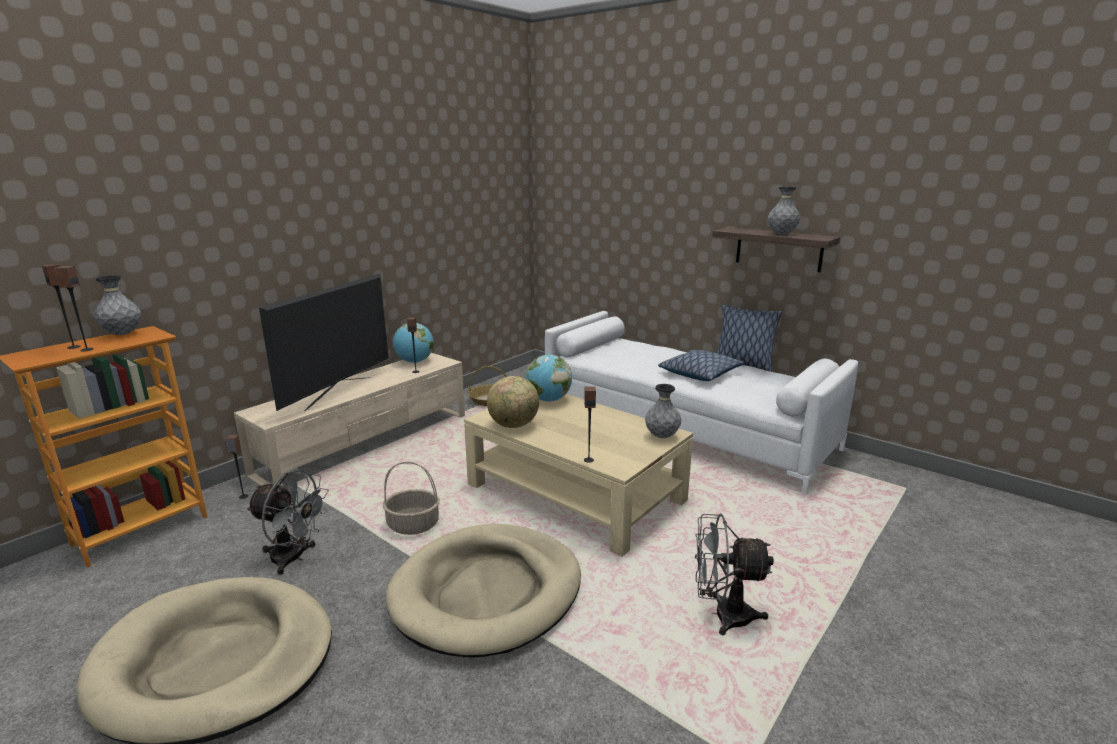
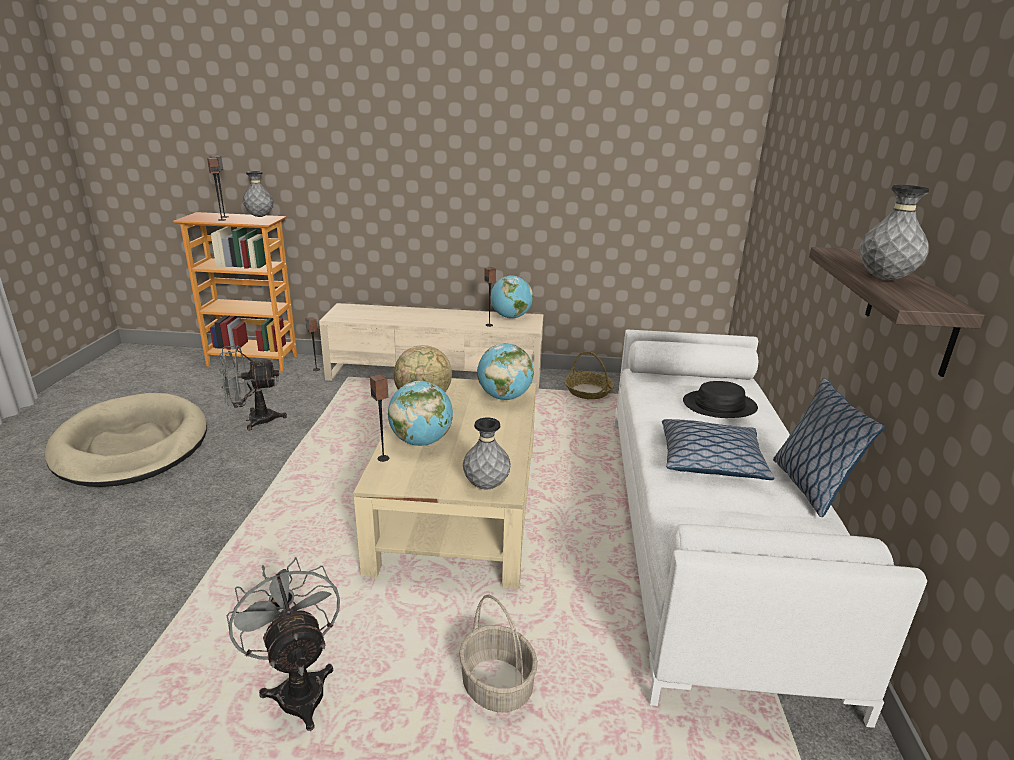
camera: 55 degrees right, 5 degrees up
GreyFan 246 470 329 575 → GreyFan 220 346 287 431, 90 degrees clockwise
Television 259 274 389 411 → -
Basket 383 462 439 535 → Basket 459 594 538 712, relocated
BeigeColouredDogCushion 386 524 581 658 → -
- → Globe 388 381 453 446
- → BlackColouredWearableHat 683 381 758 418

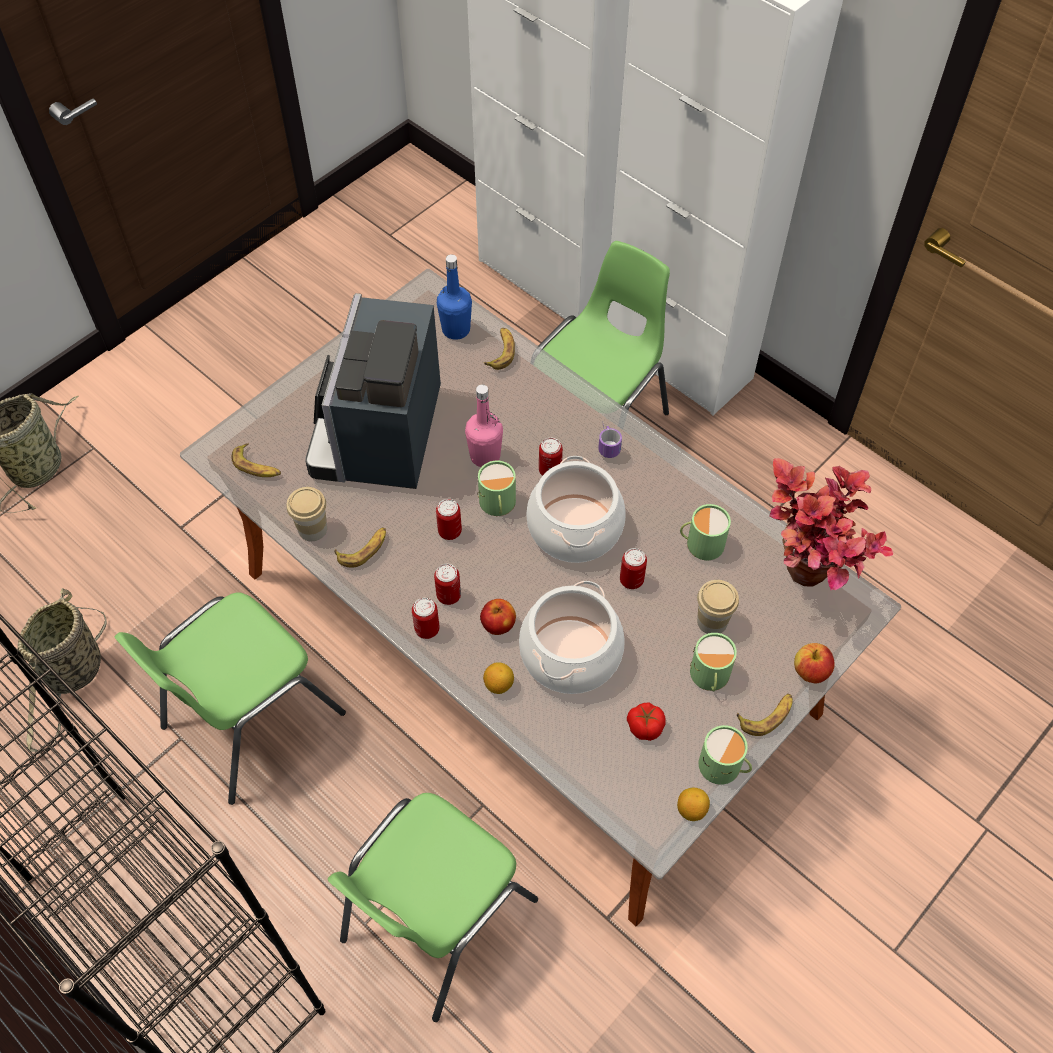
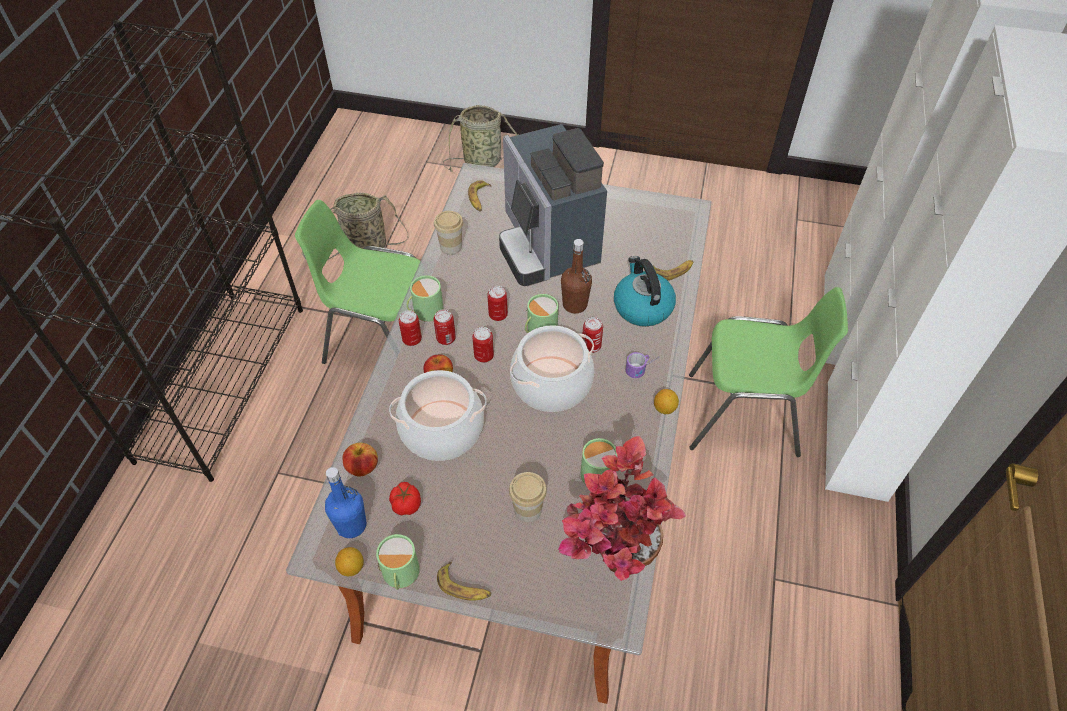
camera: 60 degrees right, 5 degrees down
CoffeeMachine 305 293 441 489 → CoffeeMachine 499 124 607 286, 90 degrees counterclockwise
GreenColouredPlainChair 328 793 538 1022 → -
BananaFruit 335 527 386 568 → -
BlueColouredDrinkBottle 437 254 472 340 → BlueColouredDrinkBottle 325 467 366 538, relocated
PinkColouredDrinkBottle 465 384 503 467 → BrownishDrinkBottle 561 239 592 313
Lemon 483 662 514 694 → Lemon 654 389 679 414, relocated
MetalCan 620 548 647 589 → MetalCan 472 327 494 362, relocated
GreenColouredCoffeeMug 690 633 737 691 → GreenColouredCoffeeMug 406 275 444 322, relocated
AppleFruit 794 643 835 683 → AppleFruit 342 443 378 477, relocated
- → TeaKettle 614 256 676 326

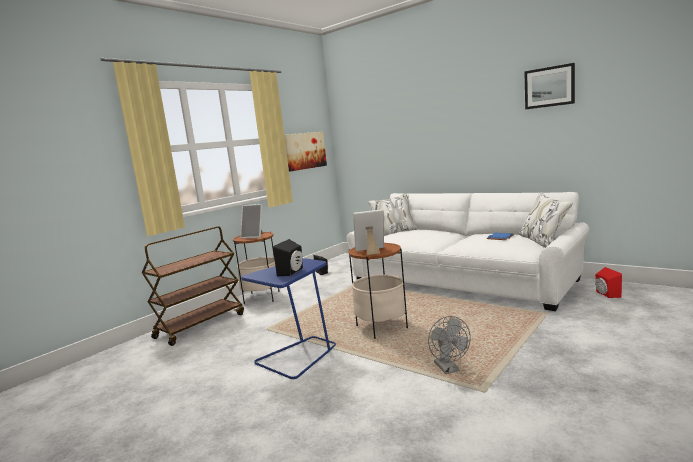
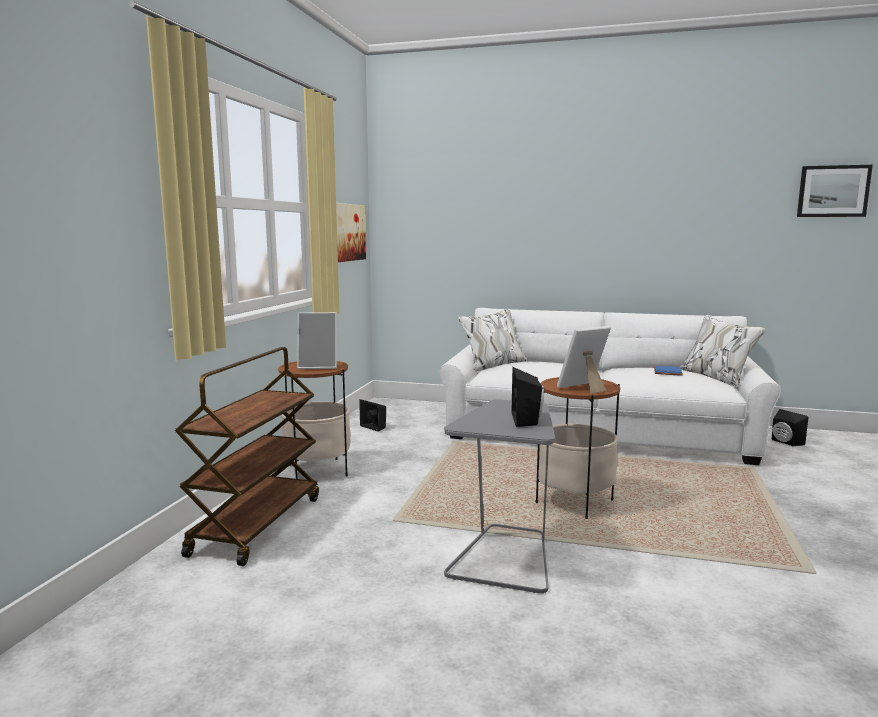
camera: 25 degrees left, 0 degrees up
BlueColouredEndTable 241 258 336 379 → GreyEndTable 444 399 555 593
GreyFan 428 316 471 374 → -
Picture 524 63 575 109 → Picture 797 165 873 217, relocated
ReddishAudioSpeaker 595 267 622 298 → BlackColouredAudioSpeaker 772 409 808 446

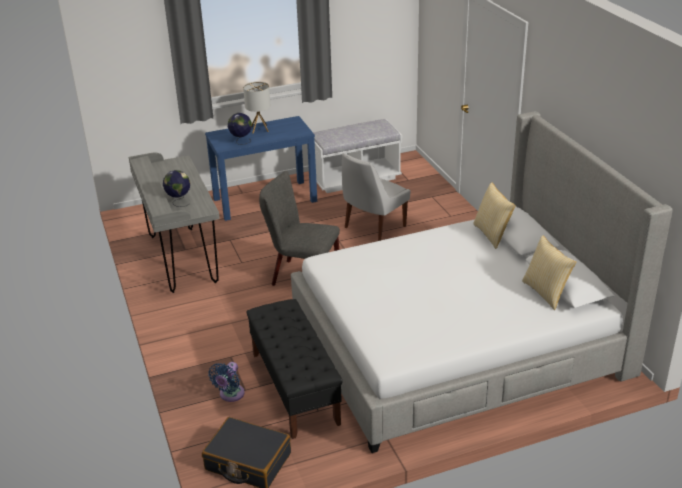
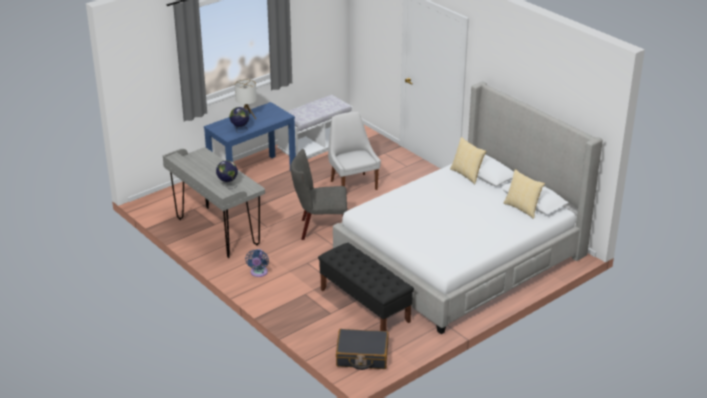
camera: 20 degrees left, 0 degrees up
BlueColouredFan 208 362 245 402 → BlueColouredFan 245 249 269 277, relocated
WhitishPlainChair 342 153 411 241 → WhitishPlainChair 328 112 381 190, 135 degrees clockwise

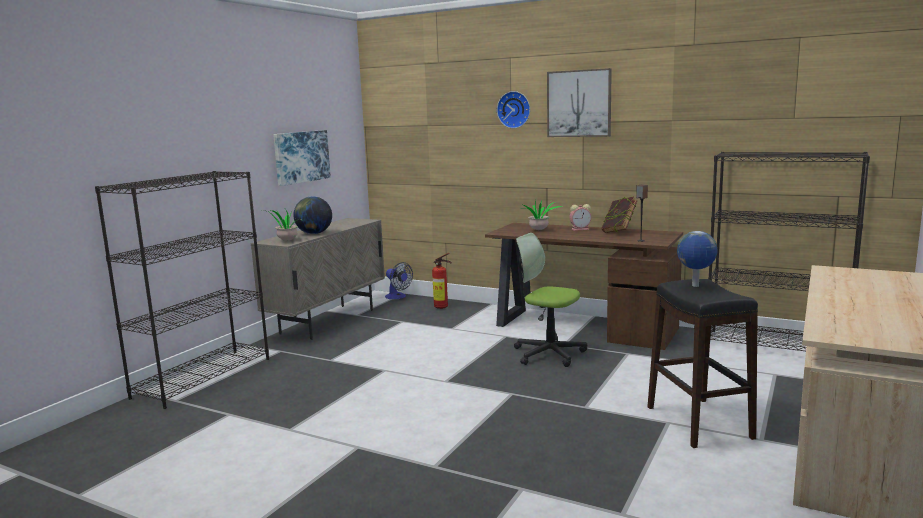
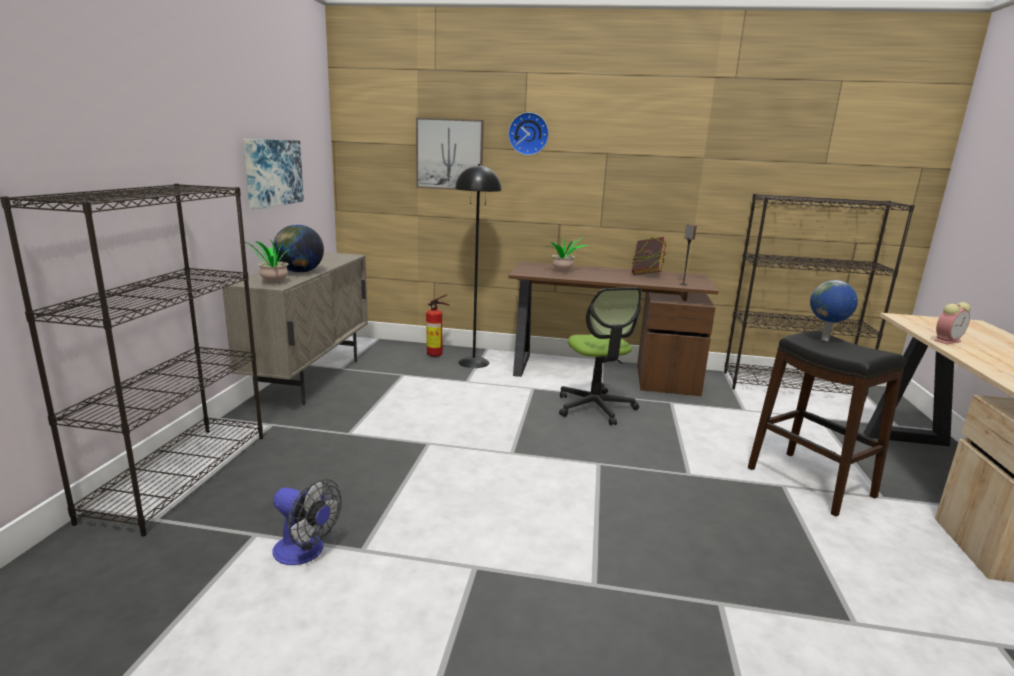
camera: 20 degrees left, 5 degrees up
Fan 385 262 413 299 → Fan 272 479 342 565, relocated
DeskChair 514 233 587 367 → DeskChair 559 287 642 426, 120 degrees counterclockwise
Picture 547 68 612 137 → Picture 416 117 484 190, relocated
BedsideClock 569 204 591 231 → BedsideClock 934 302 971 345, relocated
- → BlackColouredFloorLamp 455 164 502 368

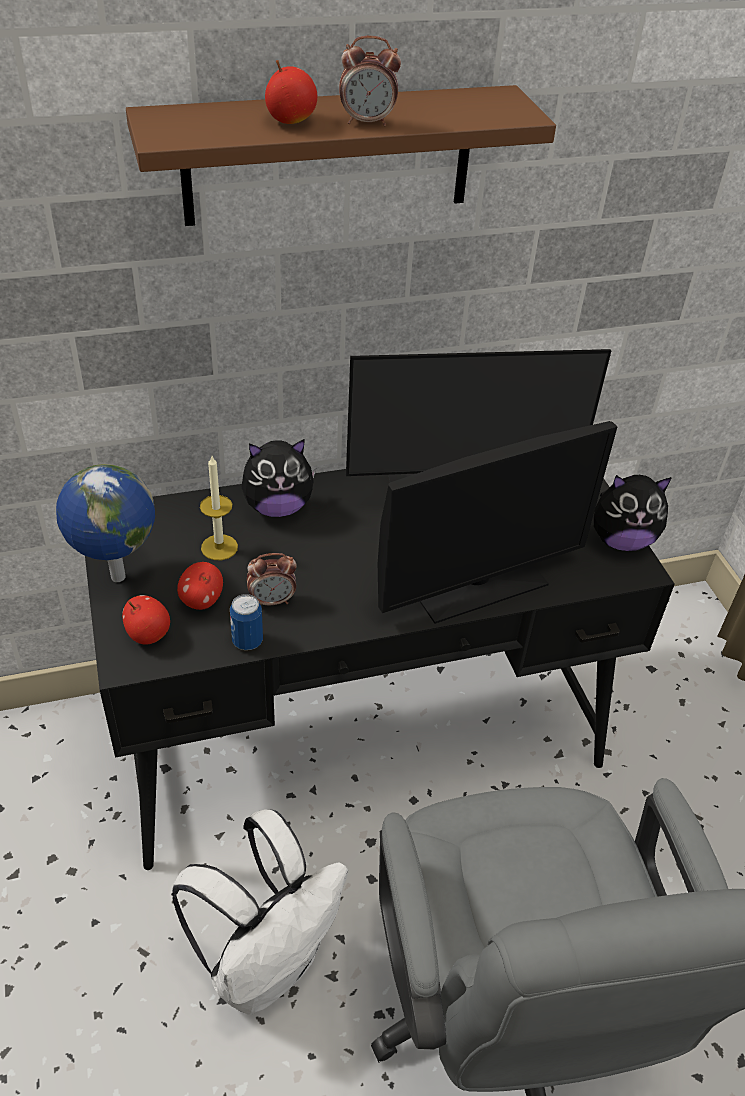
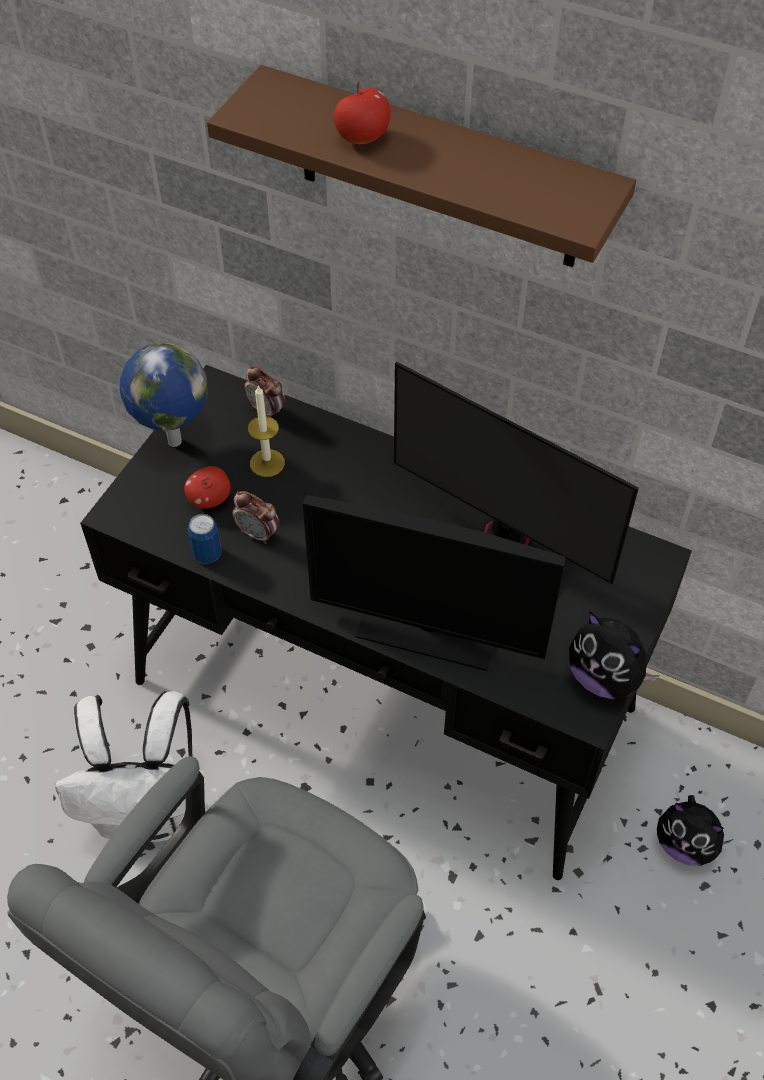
camera: 45 degrees right, 10 degrees up
AppleFruit 122 595 170 645 → -
CuddlyToy 242 439 316 517 → CuddlyToy 657 795 733 866, relocated
BedsideClock 339 36 401 126 → BedsideClock 244 365 286 417, relocated

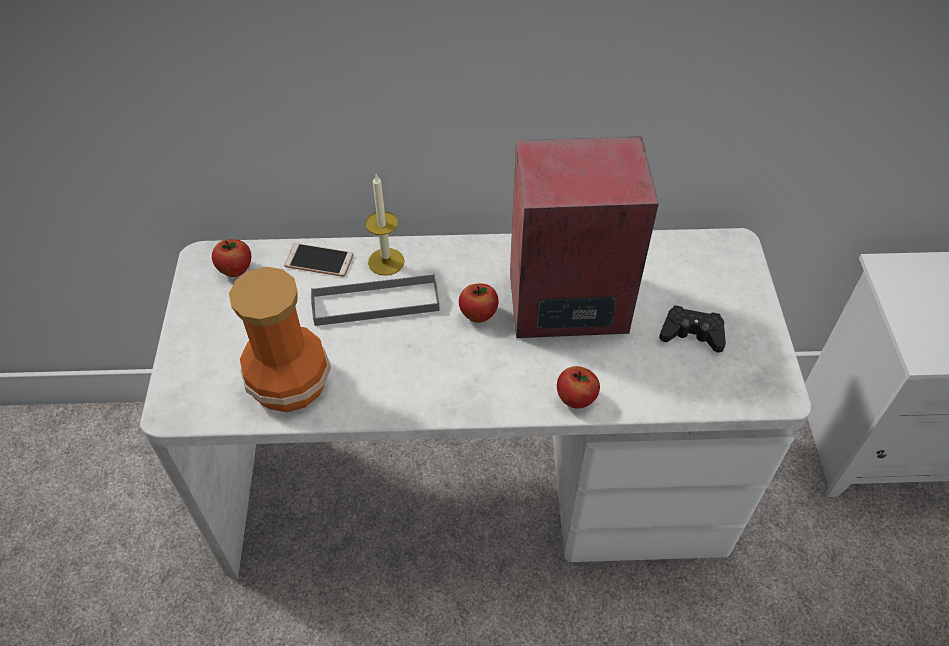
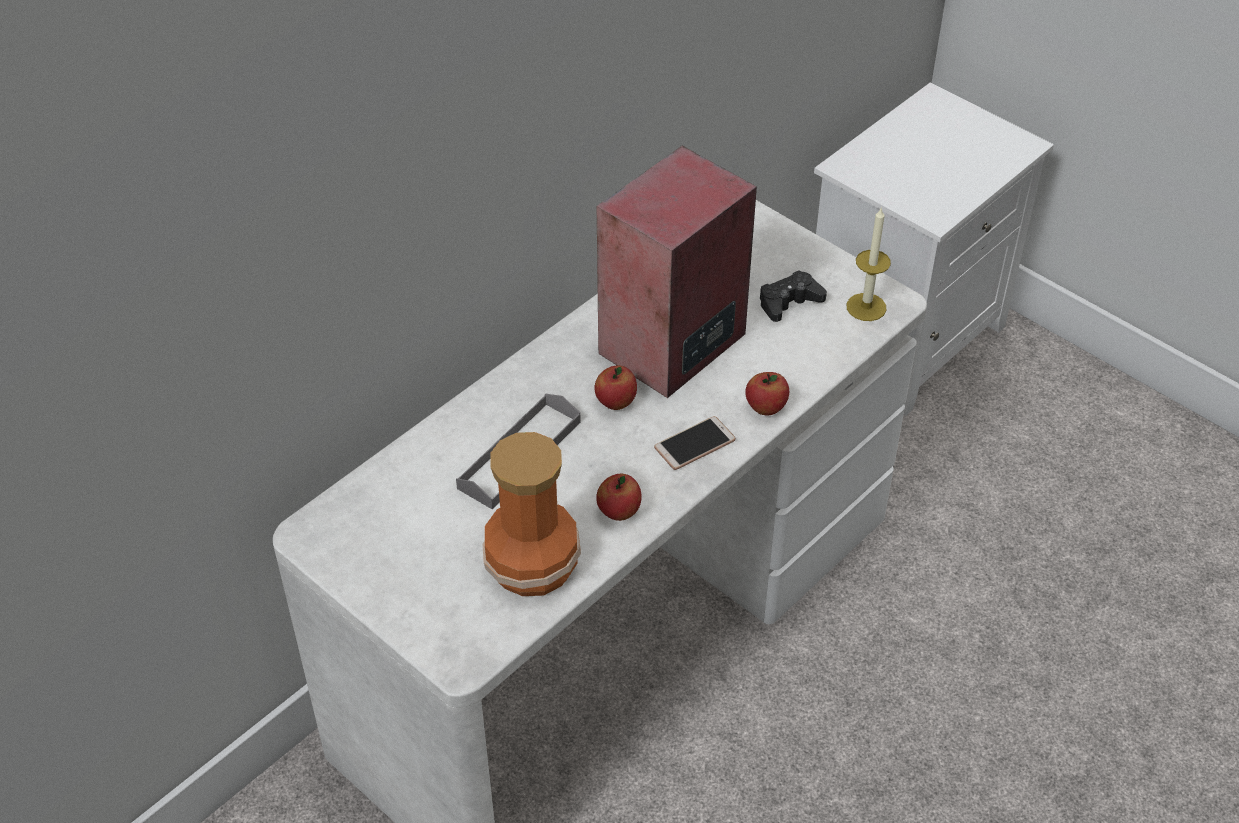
camera: 45 degrees left, 5 degrees down
AppleFruit 212 239 251 277 → AppleFruit 596 474 642 521, relocated
Phone 284 243 354 277 → Phone 654 416 736 470, relocated
WaxCandle 365 175 404 276 → WaxCandle 847 207 891 321, relocated

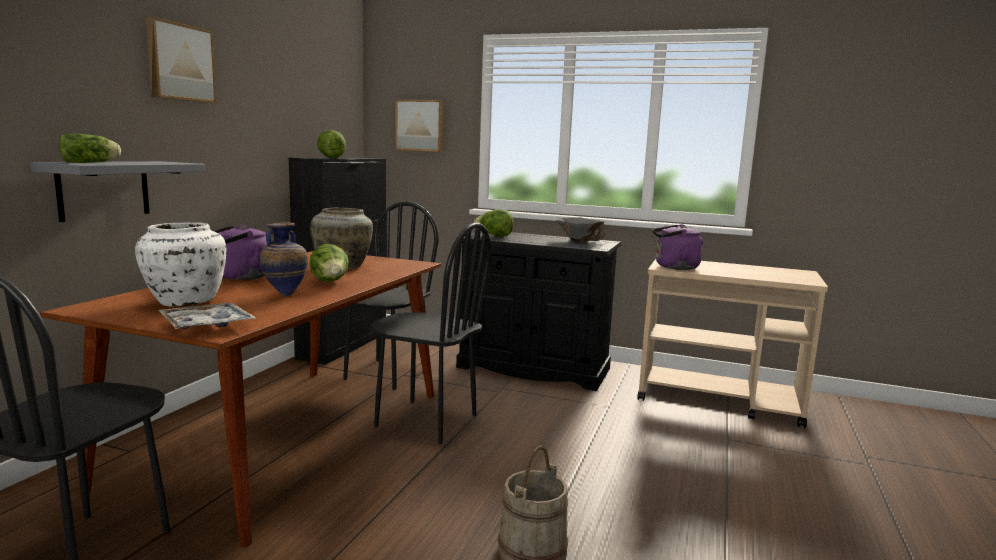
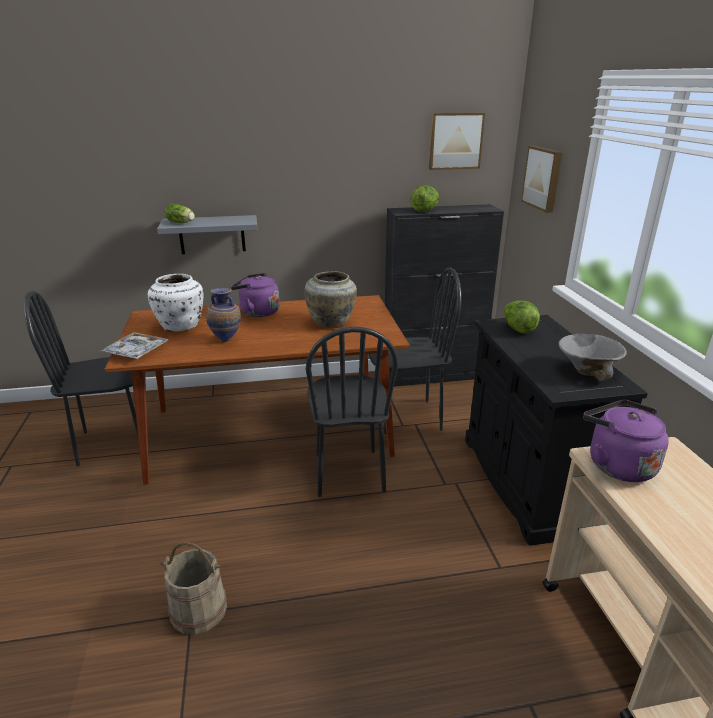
camera: 60 degrees right, 15 degrees up
Picture 146 16 217 103 → Picture 429 112 485 170, relocated
Lettuce 309 244 349 282 → -

